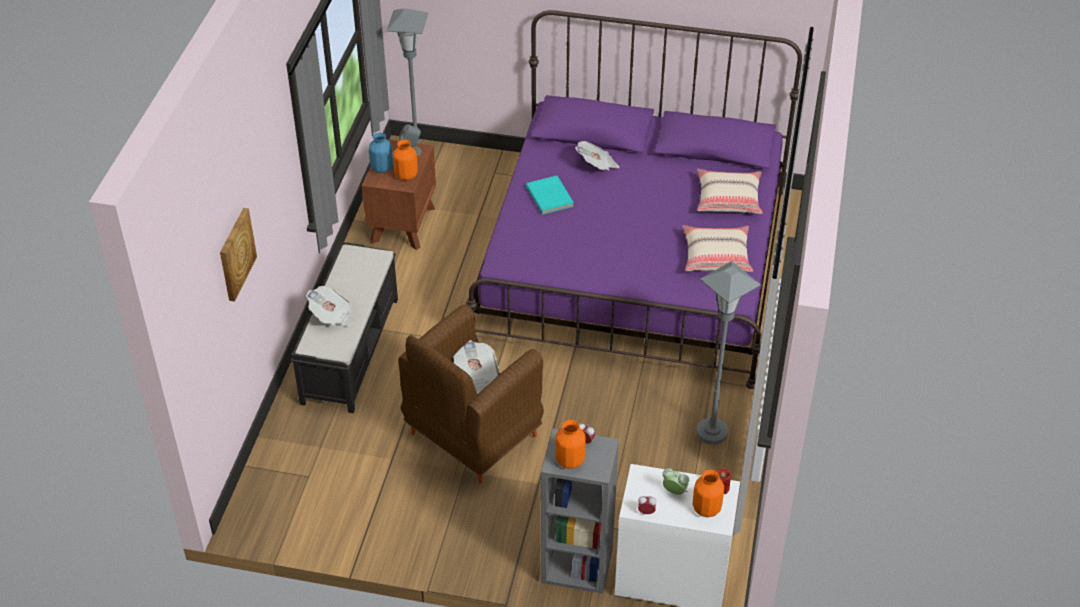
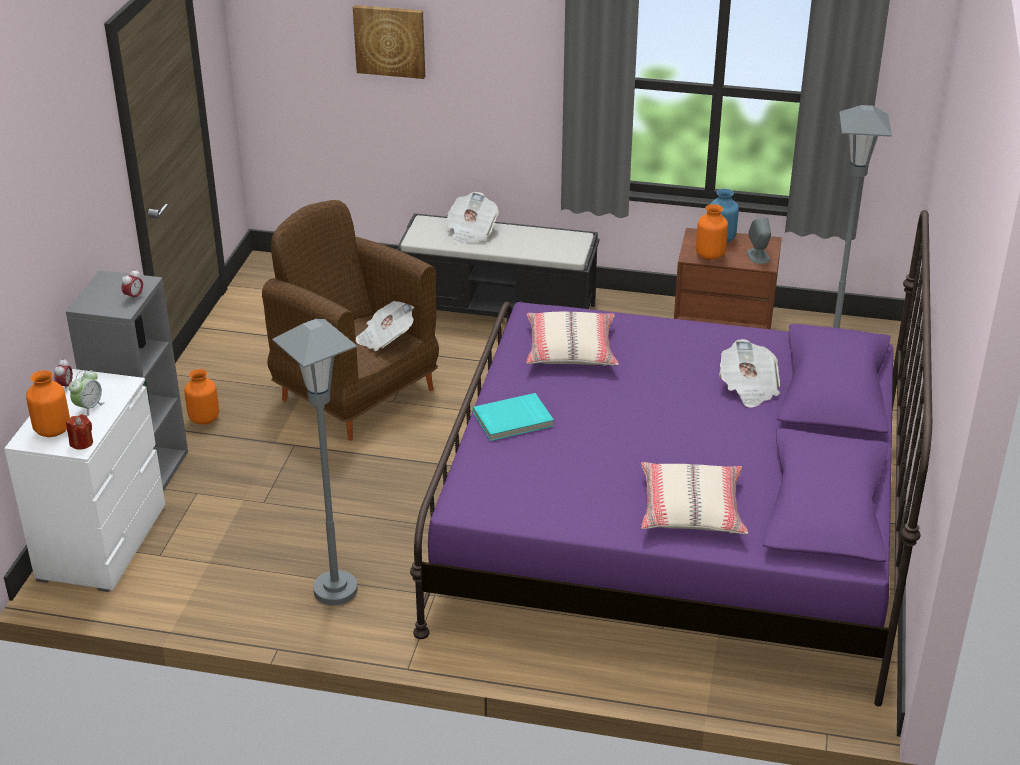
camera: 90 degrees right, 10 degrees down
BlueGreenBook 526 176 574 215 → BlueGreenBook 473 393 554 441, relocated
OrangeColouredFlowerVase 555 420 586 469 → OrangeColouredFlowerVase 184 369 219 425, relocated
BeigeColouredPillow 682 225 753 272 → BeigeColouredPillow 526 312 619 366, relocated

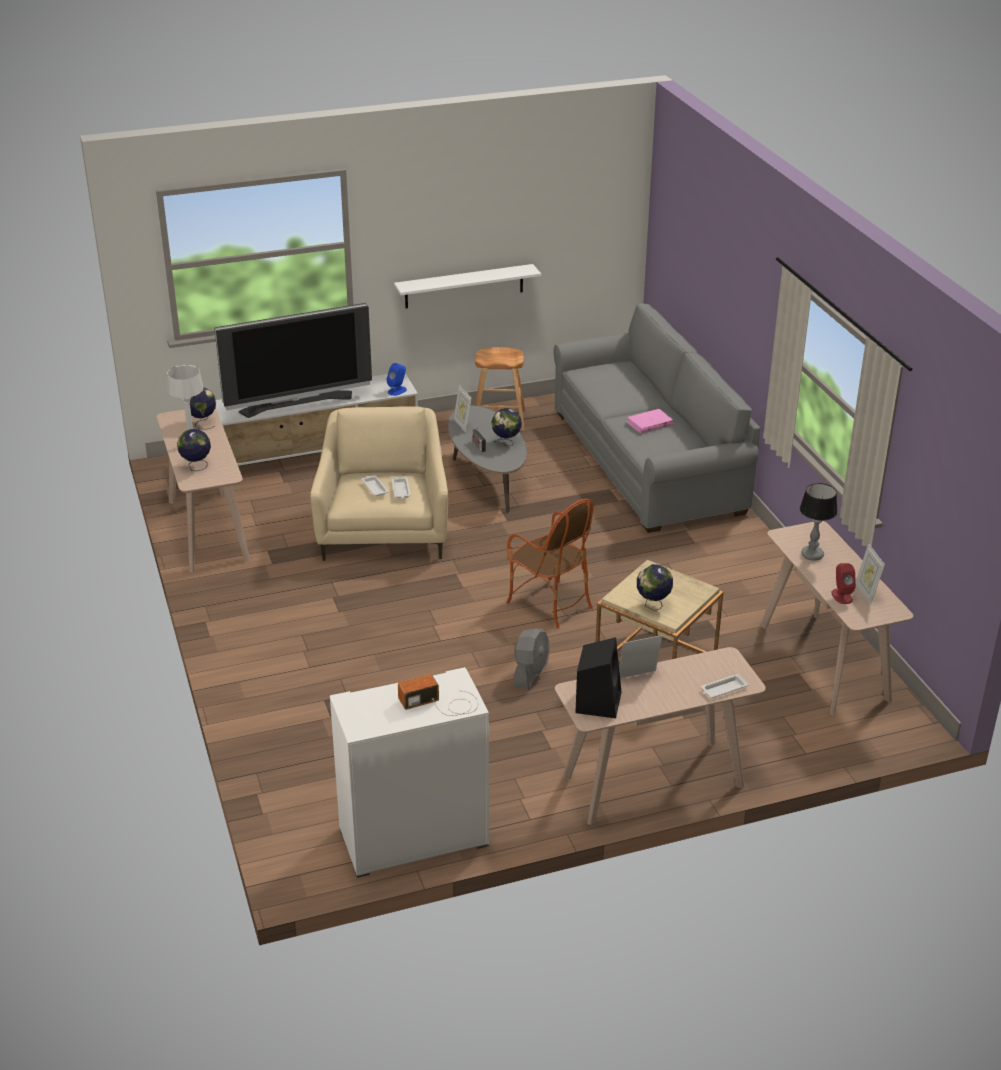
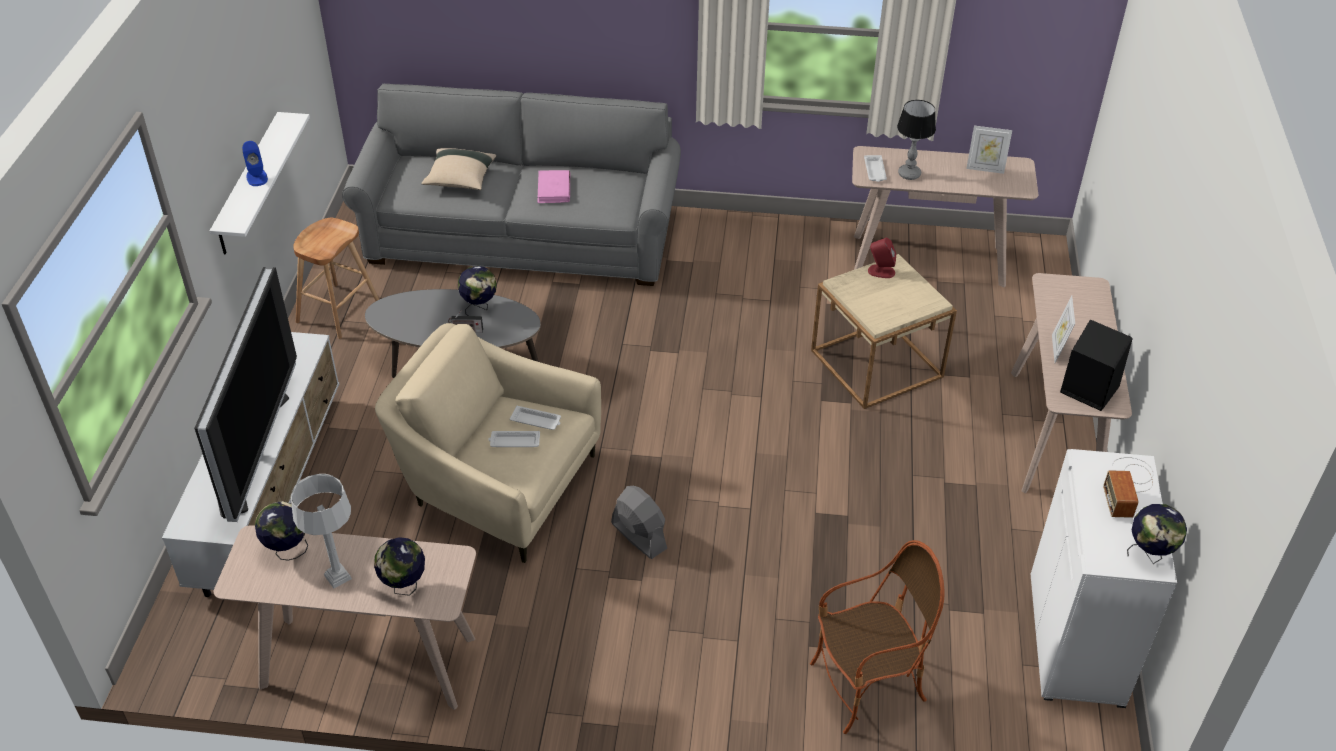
camera: 65 degrees left, 10 degrees up
BlueColouredAudioSpeaker 387 363 407 396 → BlueColouredAudioSpeaker 242 141 268 186, relocated
PictureFrame 454 385 472 432 → -
EasyChair 506 499 594 629 → EasyChair 810 540 945 734, relocated
GreyFan 513 628 550 690 → GreyFan 611 486 667 559, relocated
Globe 637 564 673 611 → Globe 1127 504 1187 564, relocated
WhitishCarryingTray 701 673 749 698 → WhitishCarryingTray 864 155 887 182, relocated
ReddishAudioSpeaker 831 563 856 604 → ReddishAudioSpeaker 868 238 896 278, relocated
- → BeigeColouredPillow 421 148 496 190

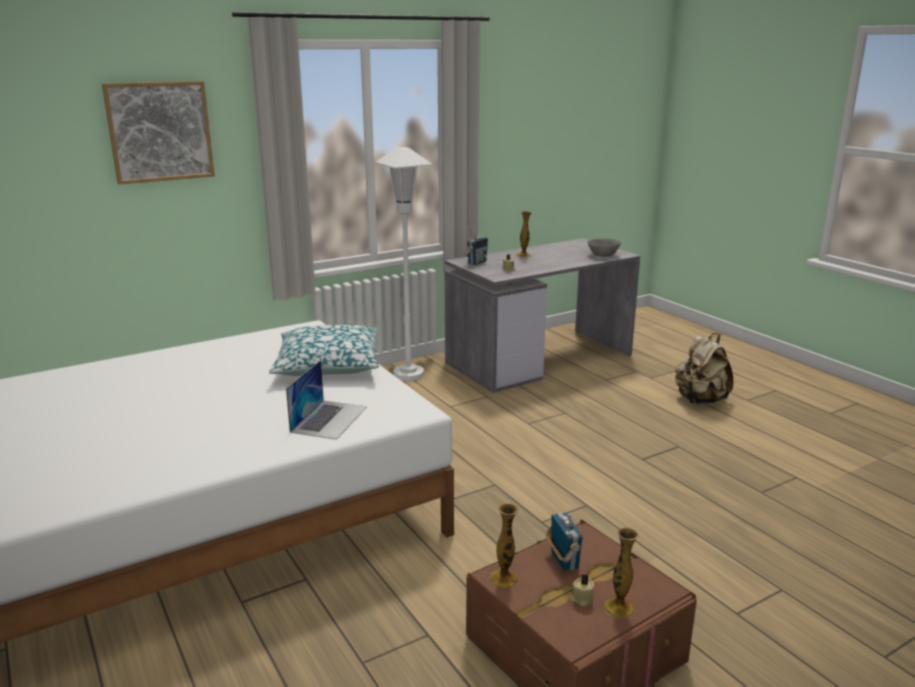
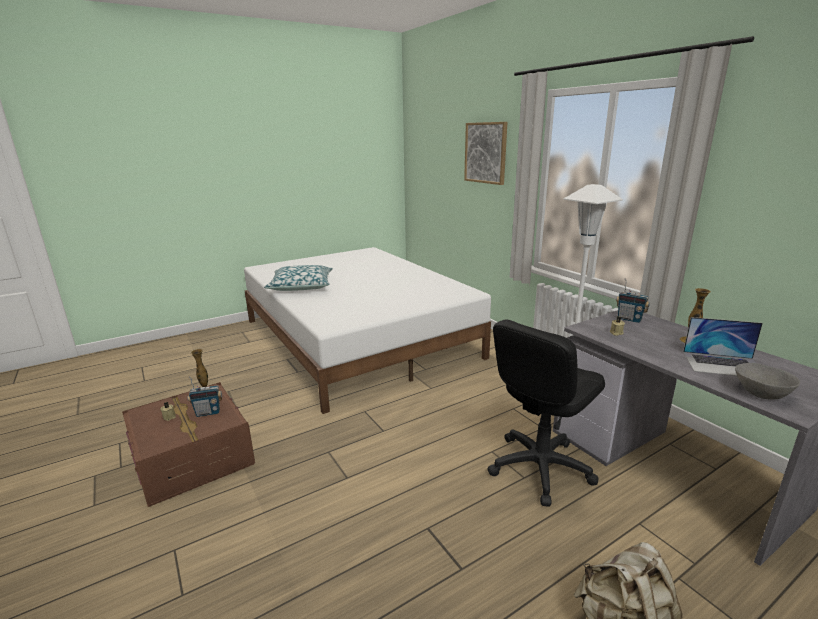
camera: 90 degrees right, 0 degrees up
Pillow 269 325 379 376 → Pillow 264 265 333 291, relocated
PortableComputer 286 360 367 440 → PortableComputer 683 317 763 376, relocated
FlowerVase 604 528 639 618 → -
- → BlackColouredDeskChair 487 320 605 507

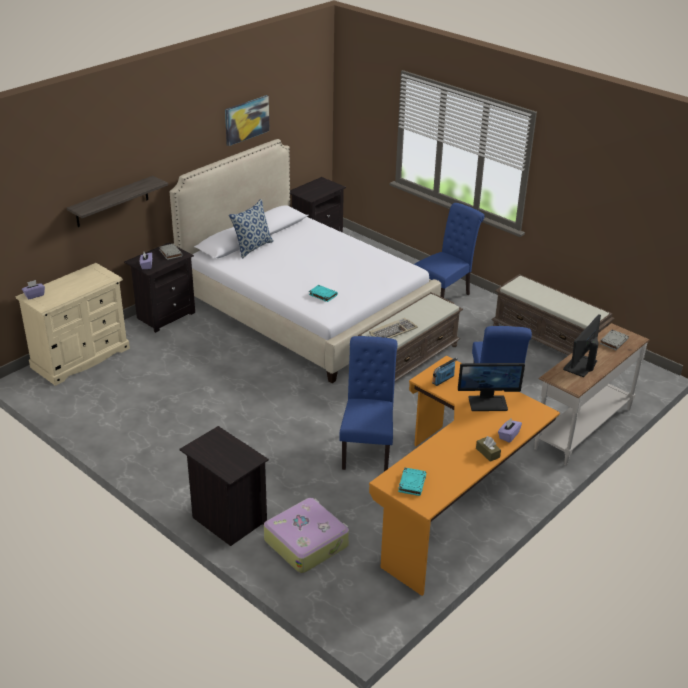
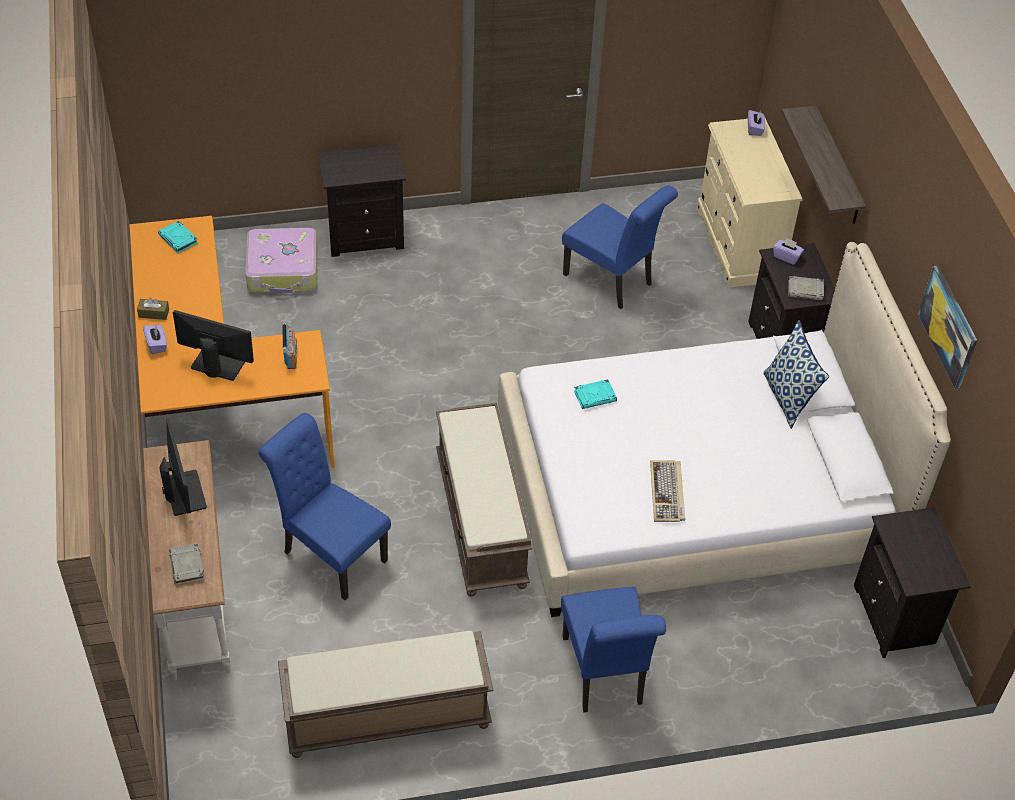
camera: 125 degrees right, 15 degrees up
BlueColouredPlainChair 339 336 398 472 → BlueColouredPlainChair 562 186 678 309, relocated
PcKeyboard 369 318 418 338 → PcKeyboard 650 460 685 522, relocated
Monitor 458 363 525 411 → Monitor 173 310 254 381, 75 degrees clockwise

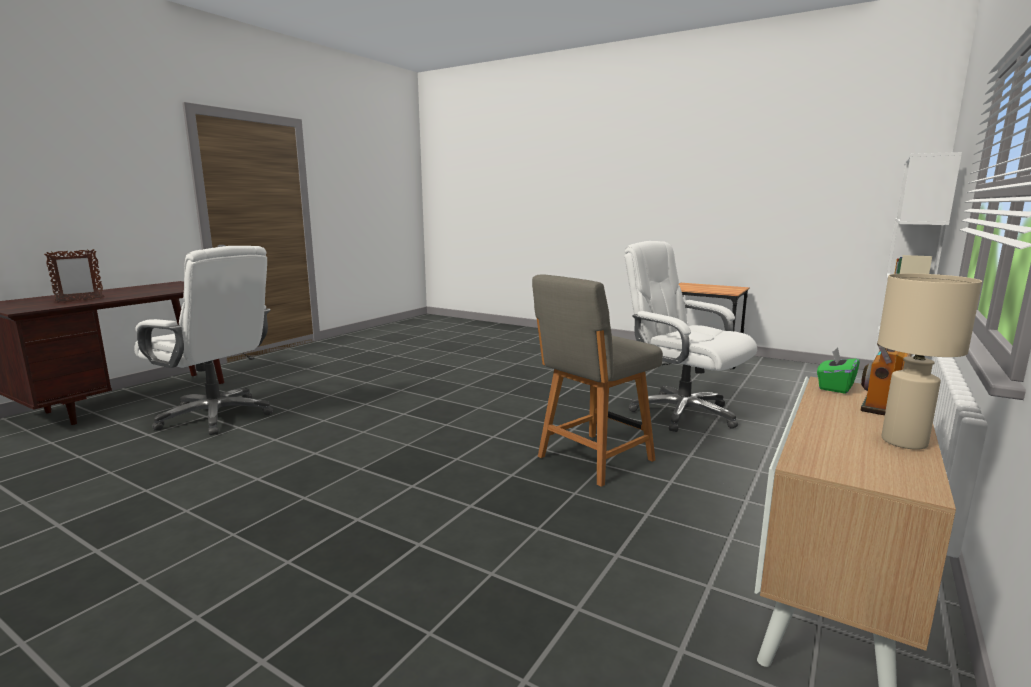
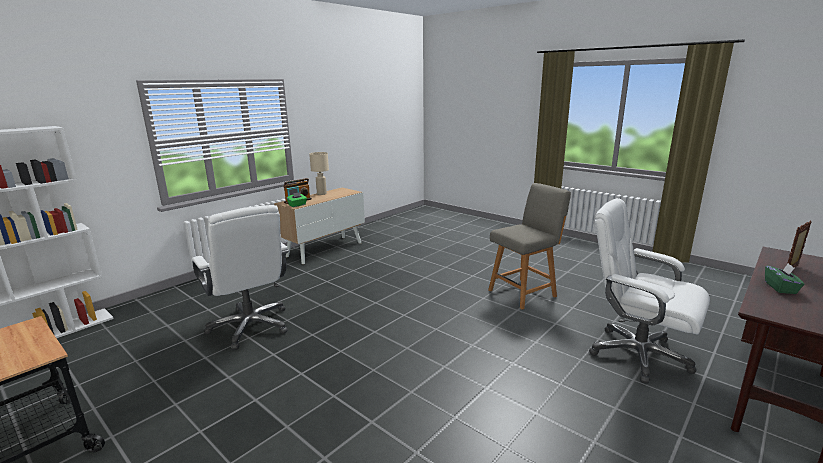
camera: 170 degrees left, 5 degrees up
GreyPlainChair 532 274 663 487 → GreyPlainChair 488 183 571 310, relocated
- → GreenColouredTissueBox 765 263 805 294

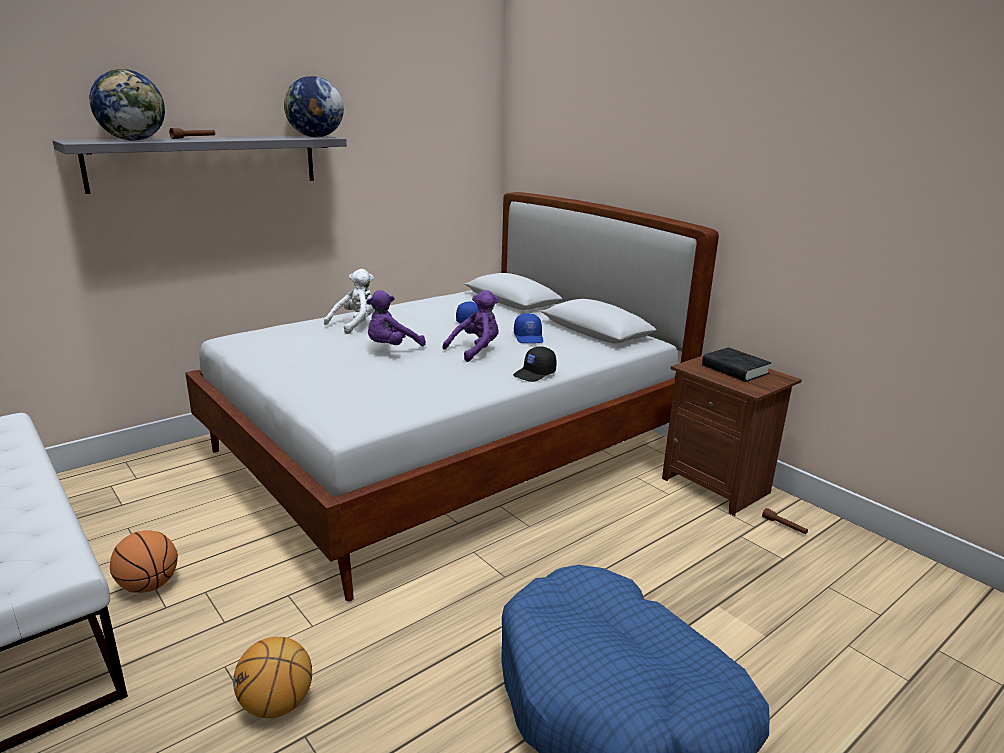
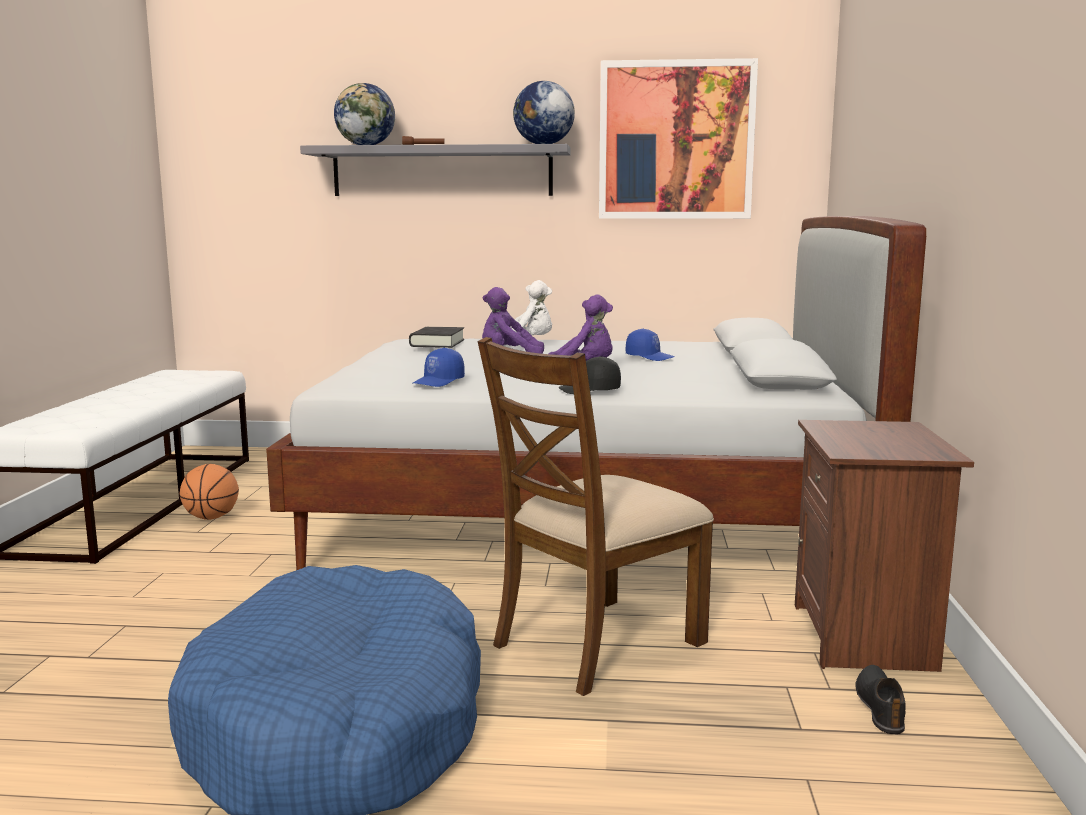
camera: 45 degrees right, 10 degrees down
BallForBasketball 233 637 312 718 → -
BlueColouredCap 514 313 543 343 → BlueColouredCap 413 348 465 387, relocated
BlackColouredBook 702 347 771 382 → BlackColouredBook 409 327 464 348, relocated
BrownishTorch 762 508 808 535 → BlackColouredLowShoe 855 665 906 734
- → BrownishPlainChair 478 337 714 696
- → Picture 599 58 758 219

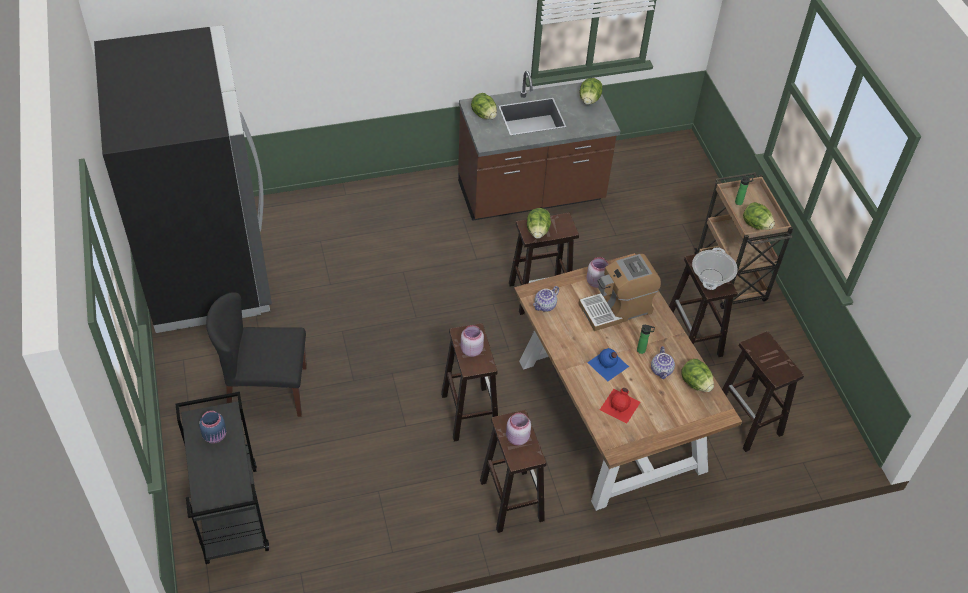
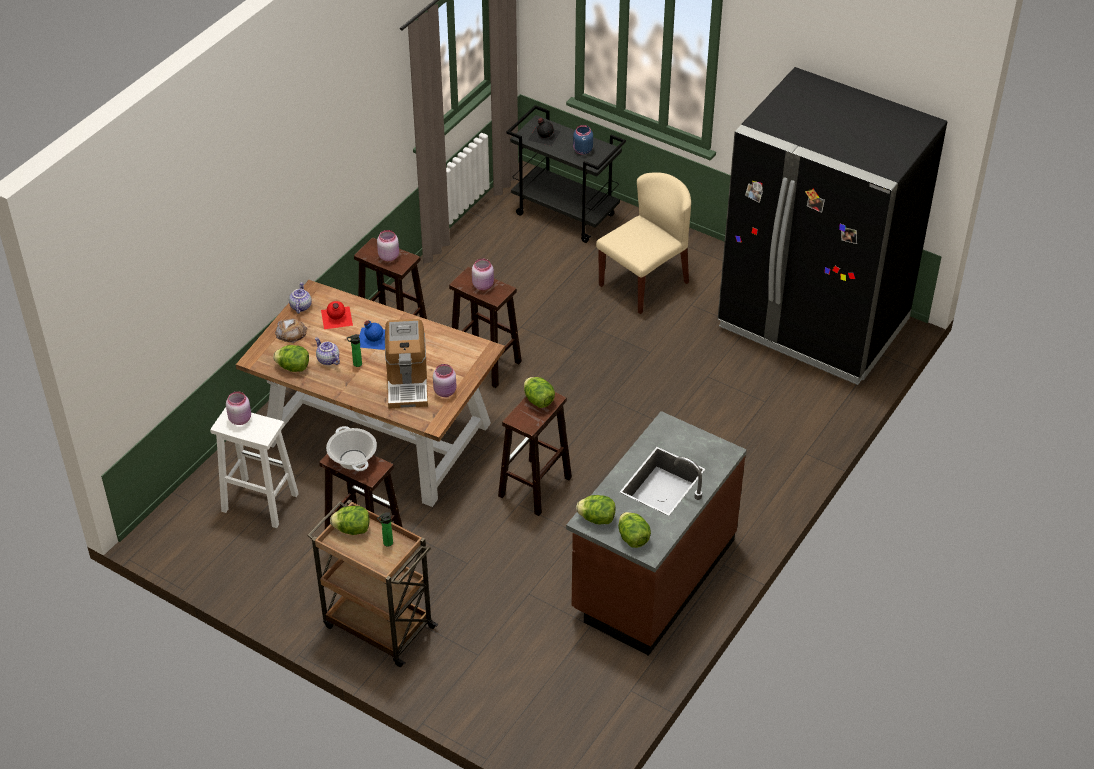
camera: 140 degrees right, 5 degrees down
BlackColouredPlainChair 206 292 307 417 → BeigeColouredPlainChair 596 172 691 314
Lettuce 471 93 497 119 → Lettuce 576 495 616 524, relocated
Teapot 533 286 559 312 → Teapot 289 282 312 314, relocated
CoffeeMachine 578 254 661 331 → CoffeeMachine 385 319 428 409, 150 degrees clockwise
BrownishStool 722 331 804 452 → WhitishStool 210 407 299 528
- → PinkColouredJar 226 391 251 425
- → BakeryBread 275 318 307 343
- → BlackColouredDrinkBottle 528 118 561 146

